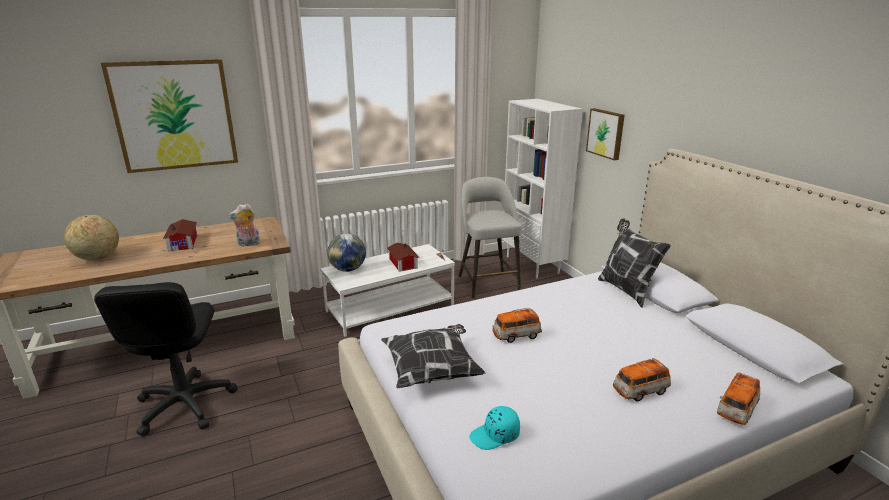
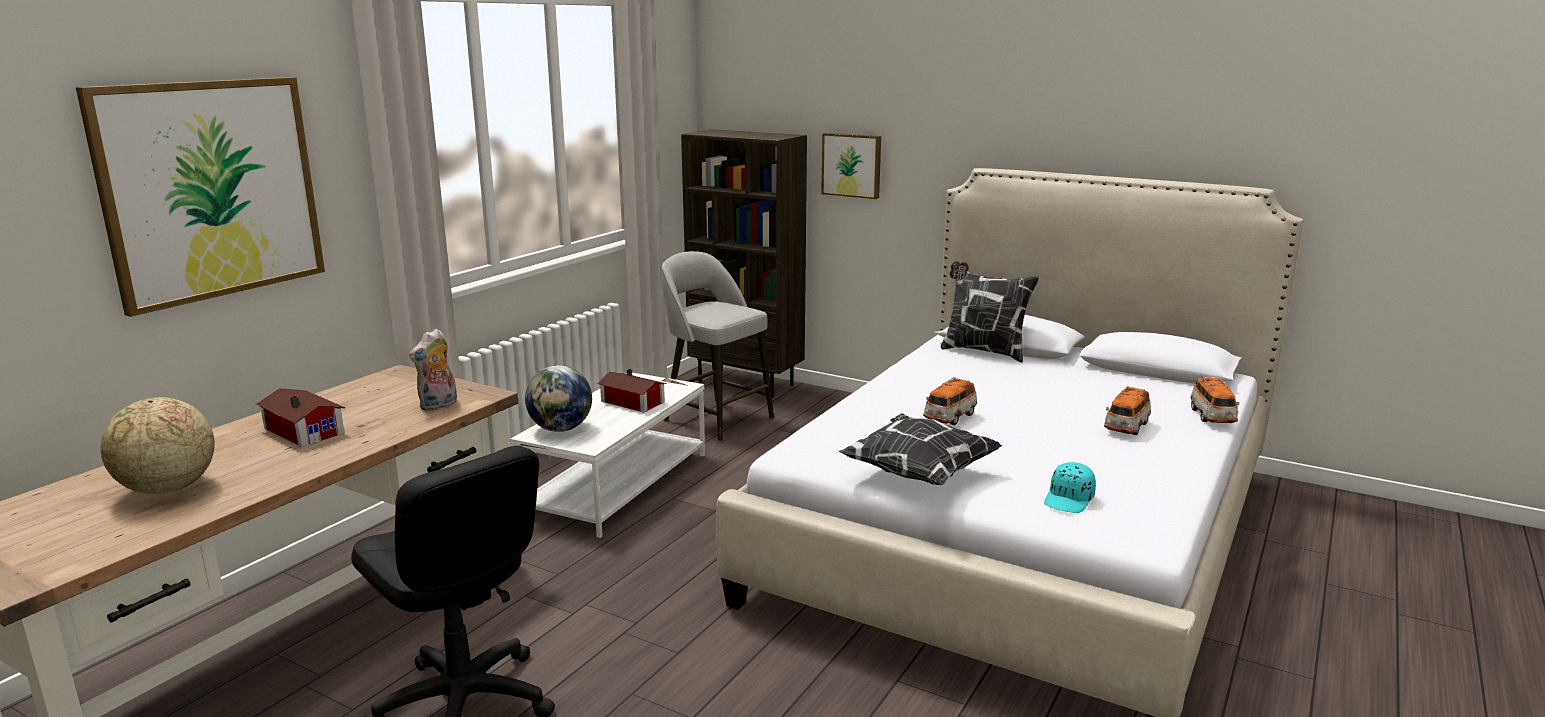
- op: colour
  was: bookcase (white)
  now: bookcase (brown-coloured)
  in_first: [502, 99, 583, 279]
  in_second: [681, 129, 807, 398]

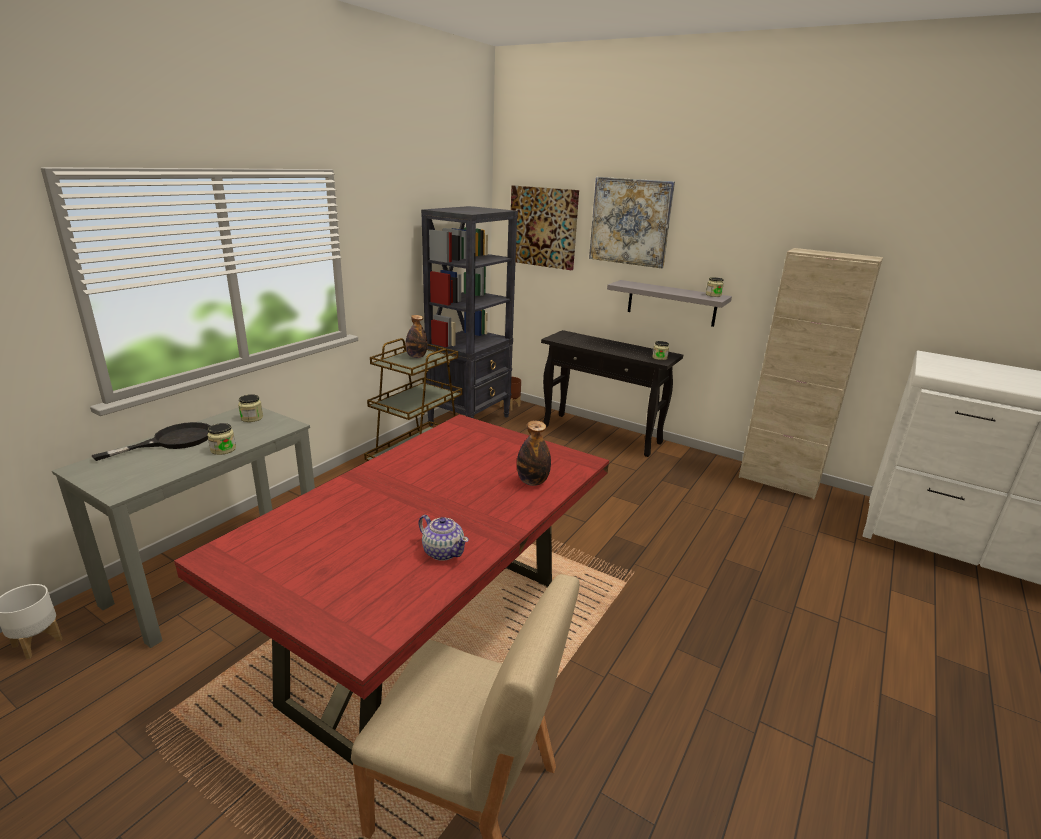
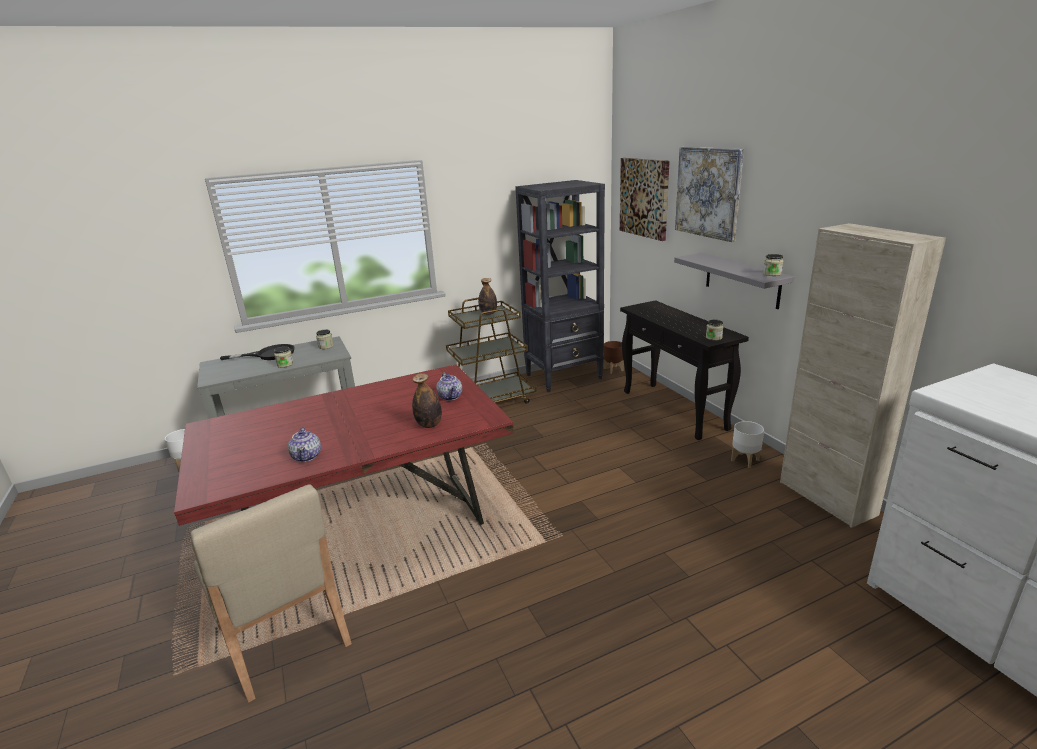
- op: appeared
  now: pot for tea
  in_second: [436, 373, 462, 401]
- op: appeared
  now: flower pot (white)
  in_second: [731, 421, 764, 468]

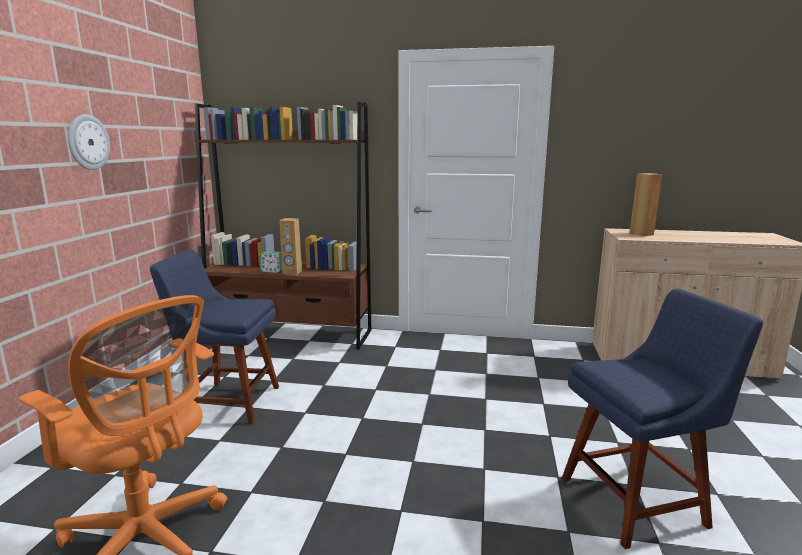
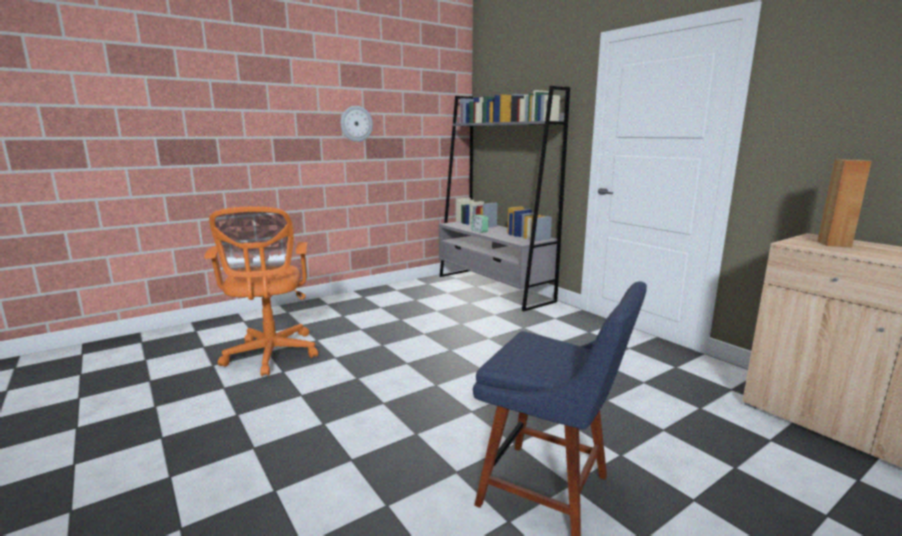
- op: colour
  was: bookcase (brown-coloured)
  now: bookcase (greyish)
  in_first: [195, 102, 371, 350]
  in_second: [439, 86, 570, 312]
- op: missing
  was: upright chair (bluish)
  in_first: [150, 249, 279, 424]
- op: missing
  was: speaker (brown-coloured)
  in_first: [279, 218, 302, 275]

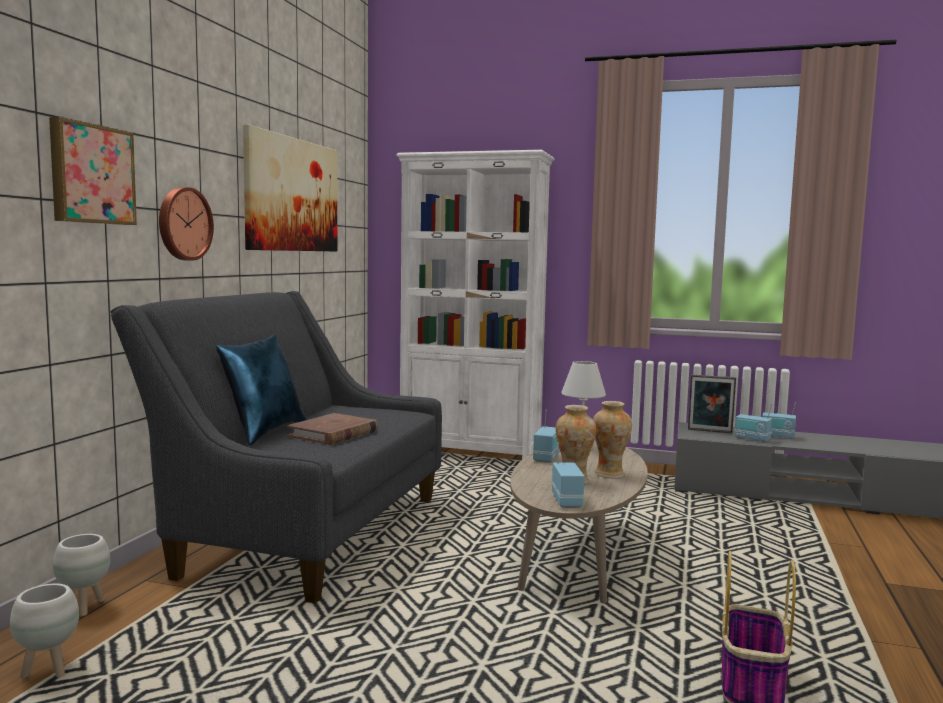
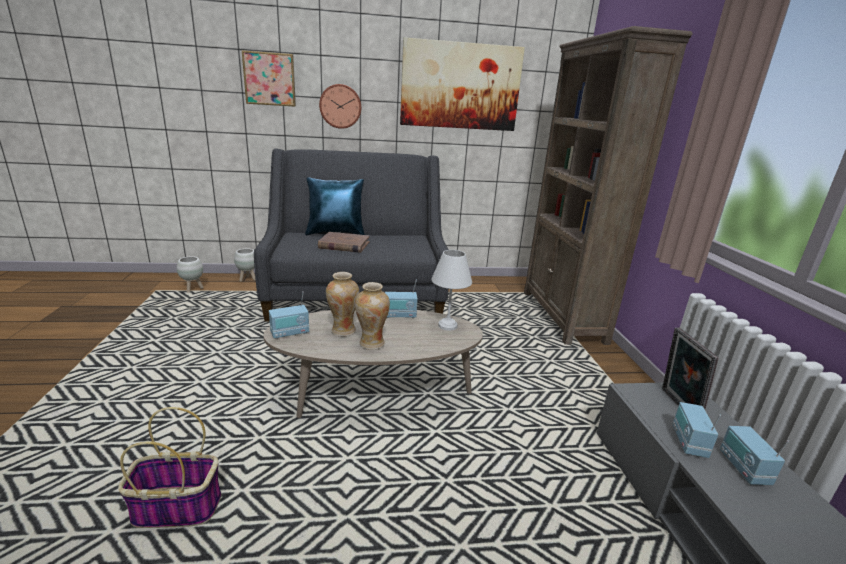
- op: colour
  was: bookcase (white)
  now: bookcase (brown-coloured)
  in_first: [396, 150, 554, 459]
  in_second: [524, 26, 693, 345]

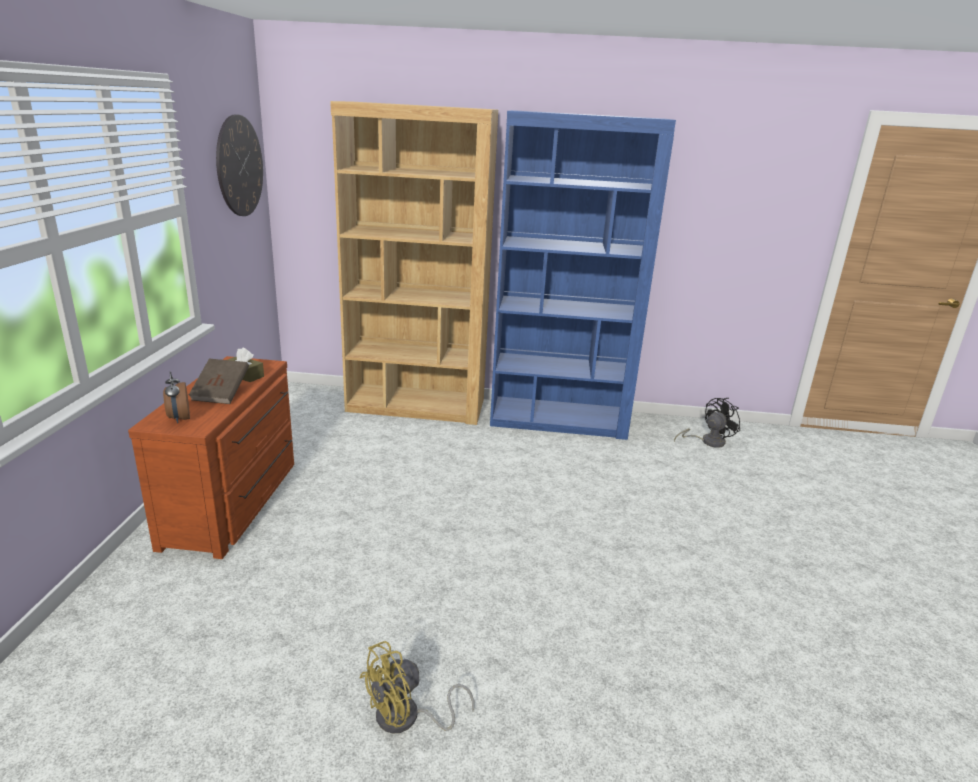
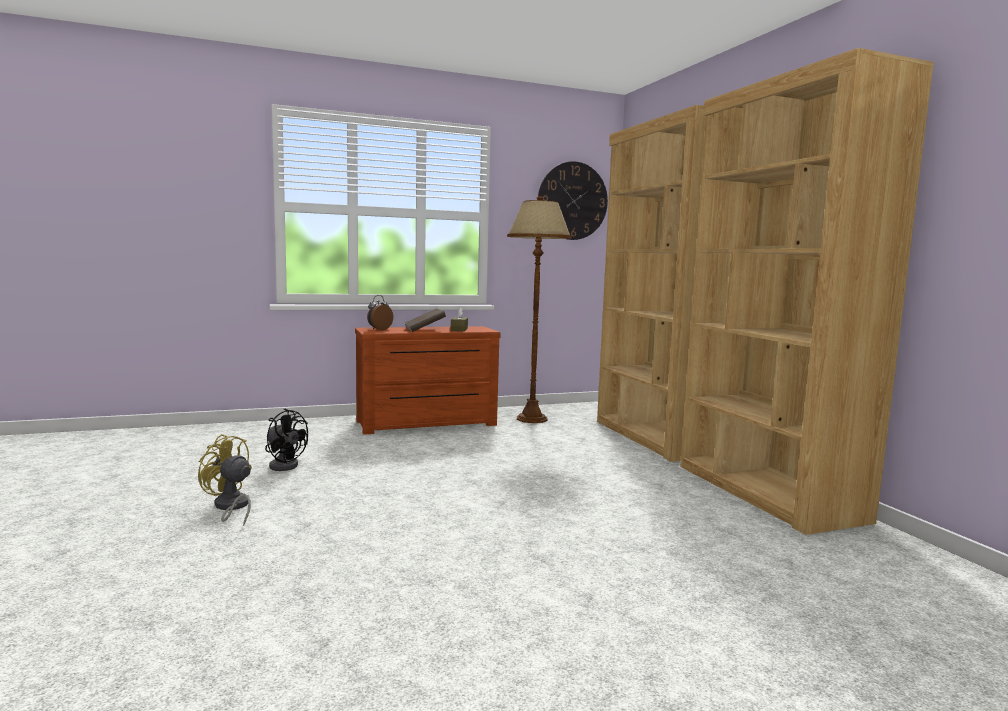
- op: relocated
  was: electric fan (black-coloured)
  in_first: [674, 398, 741, 448]
  in_second: [265, 408, 308, 471]
- op: appeared
  now: standing lamp (brown-coloured)
  in_second: [507, 196, 572, 423]
- op: colour
  was: bookcase (bluish)
  now: bookcase (brown-coloured)
  in_first: [490, 110, 676, 440]
  in_second: [680, 48, 934, 535]

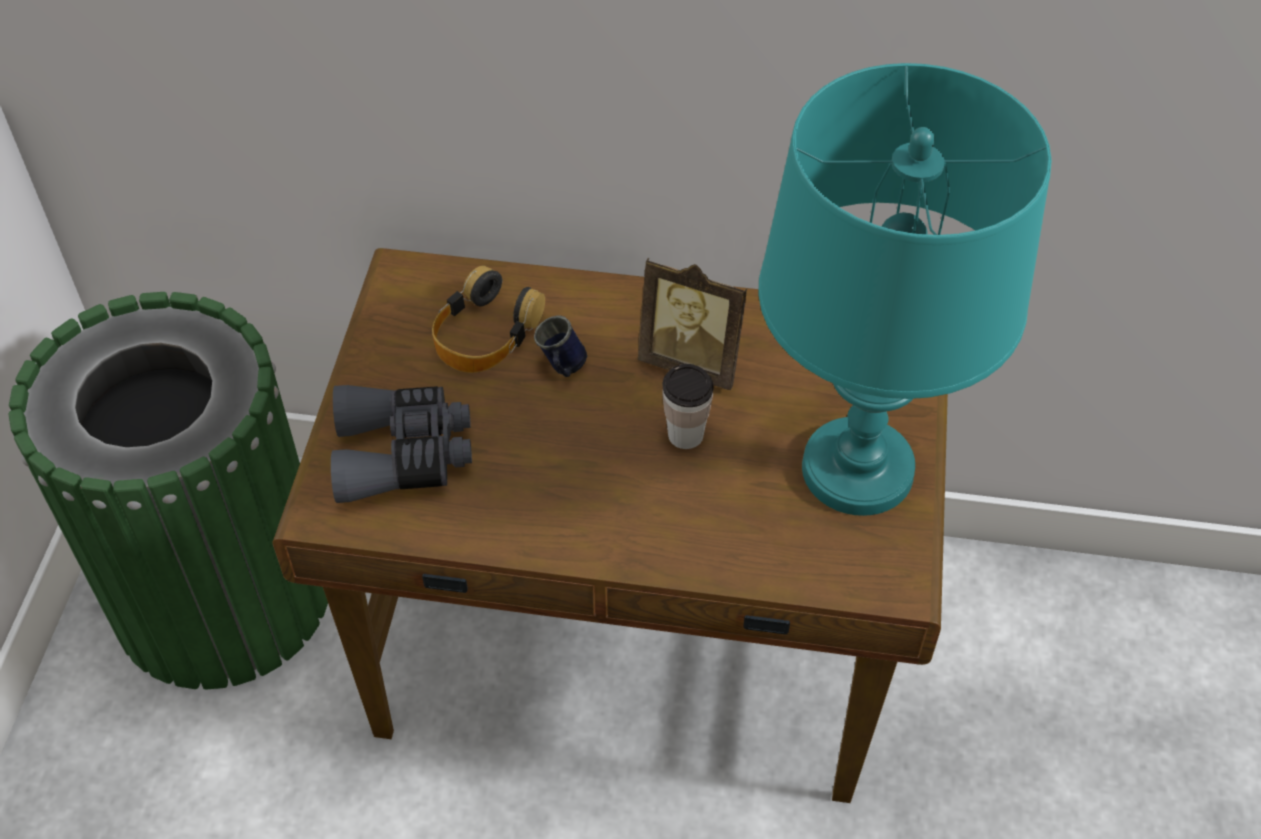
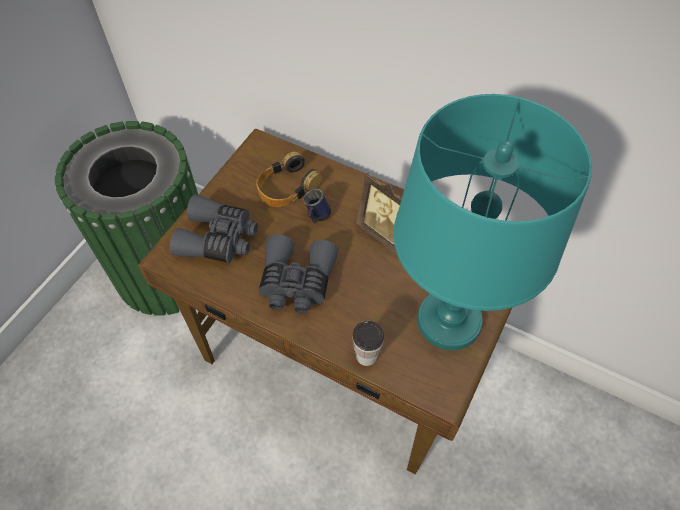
- op: appeared
  now: pair of binoculars (greyish)
  in_second: [259, 234, 338, 314]
- op: relocated
  was: drinking cup
  in_first: [662, 364, 714, 449]
  in_second: [353, 321, 384, 366]

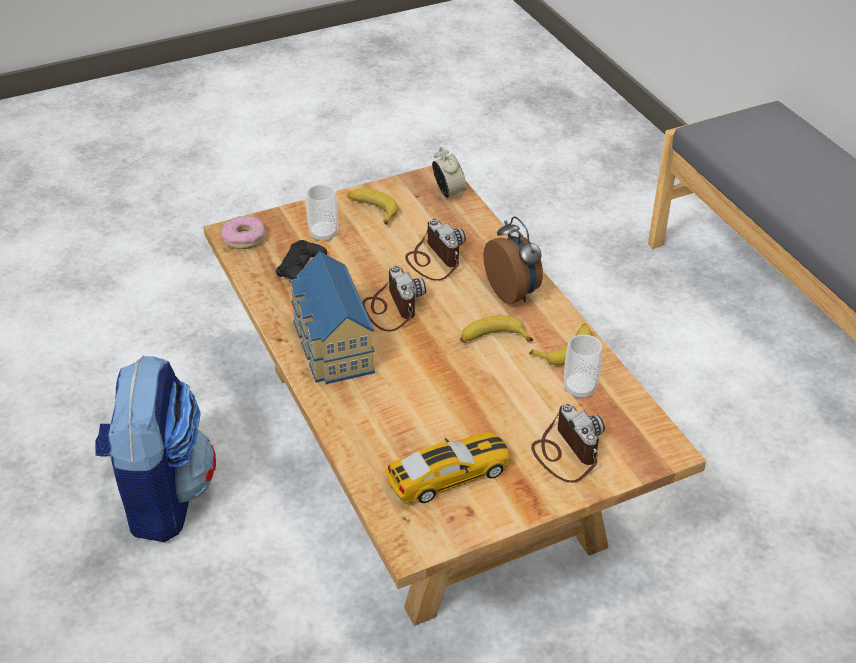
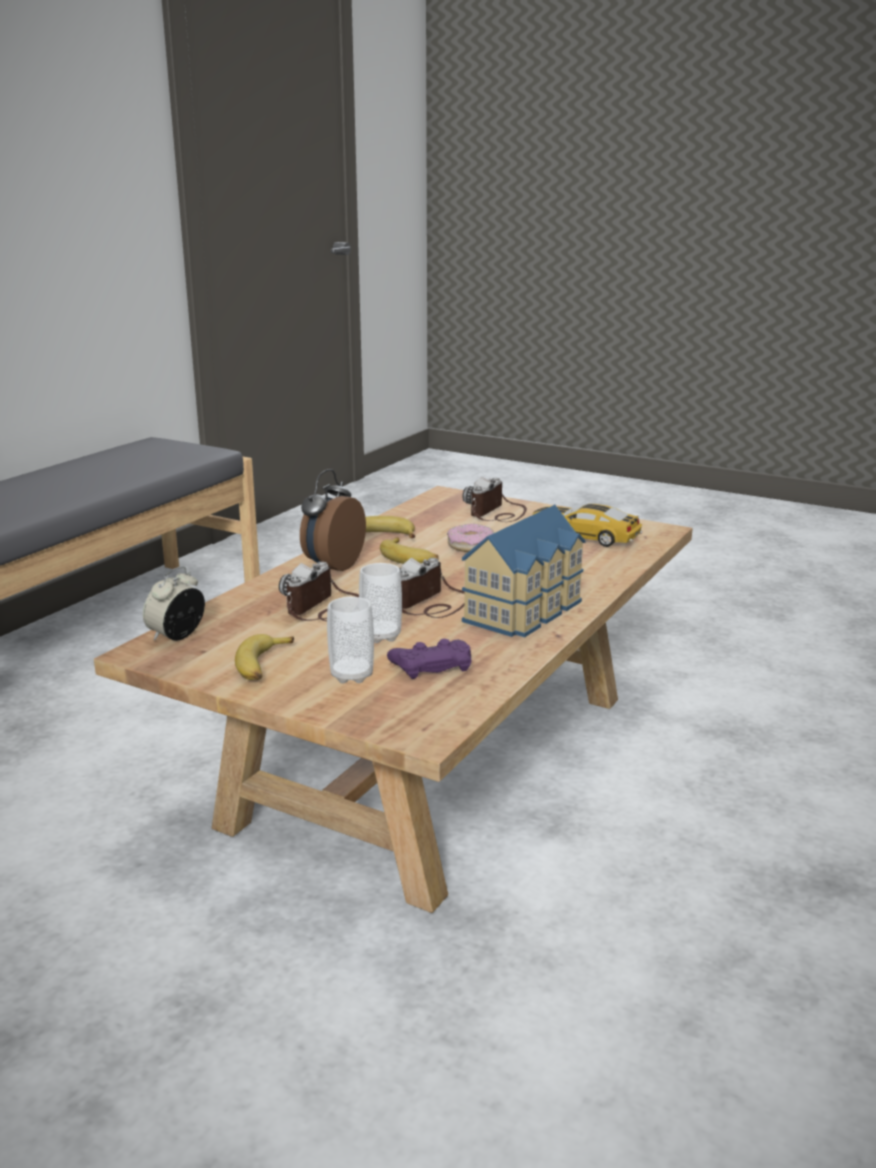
- op: relocated
  was: drinking cup
  in_first: [564, 334, 602, 399]
  in_second: [359, 563, 402, 643]
- op: colour
  was: gamepad (black-coloured)
  now: gamepad (purple)
  in_first: [276, 240, 327, 280]
  in_second: [387, 639, 472, 679]
- op: relocated
  was: ring doughnut
  in_first: [221, 216, 265, 249]
  in_second: [447, 524, 494, 552]
- op: missing
  was: rucksack
  in_first: [95, 356, 216, 542]

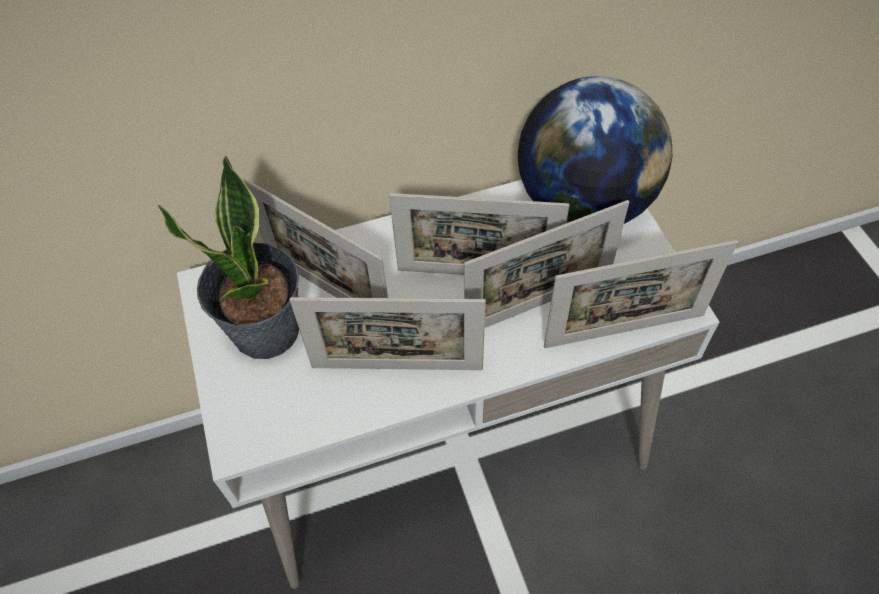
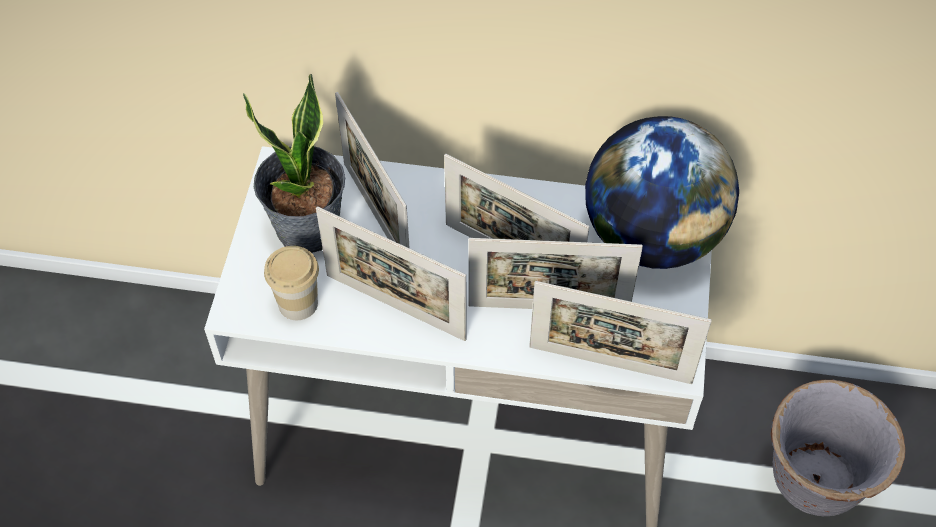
- op: appeared
  now: drinking cup
  in_second: [264, 246, 319, 320]
- op: appeared
  now: flower pot (greyish)
  in_second: [771, 380, 905, 516]

